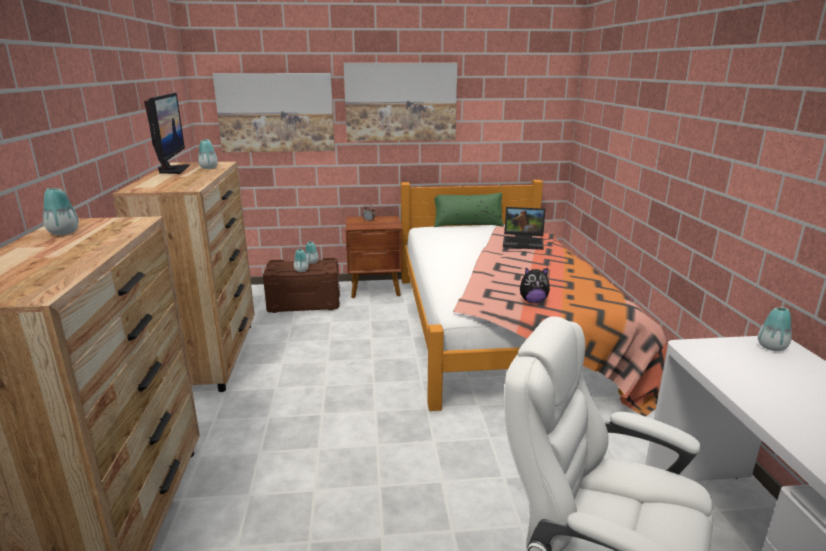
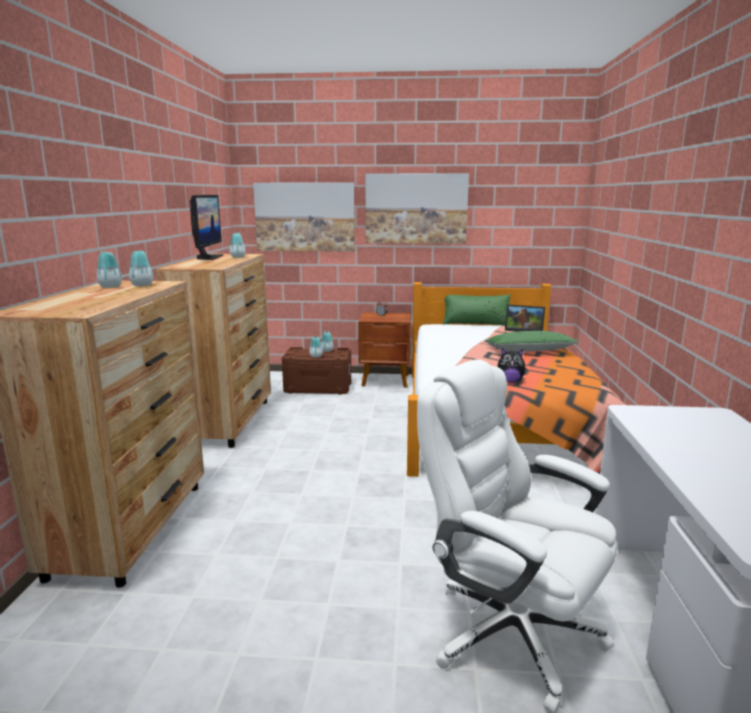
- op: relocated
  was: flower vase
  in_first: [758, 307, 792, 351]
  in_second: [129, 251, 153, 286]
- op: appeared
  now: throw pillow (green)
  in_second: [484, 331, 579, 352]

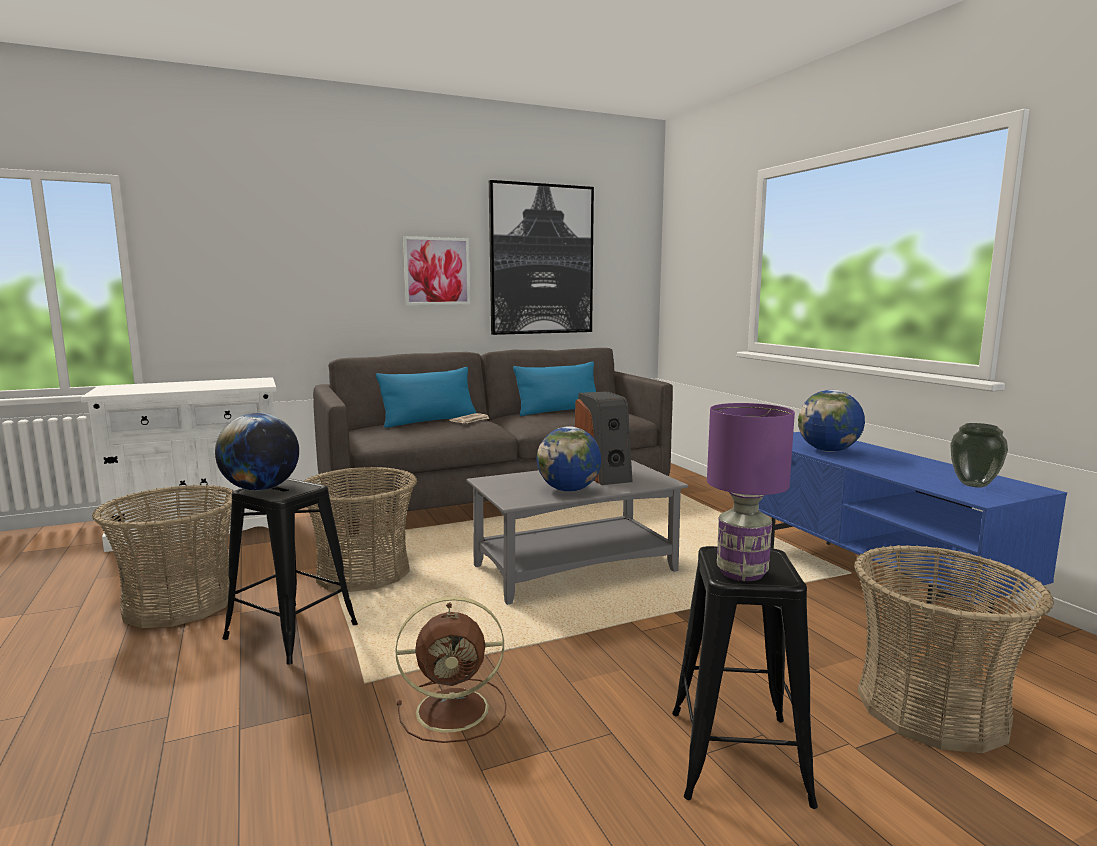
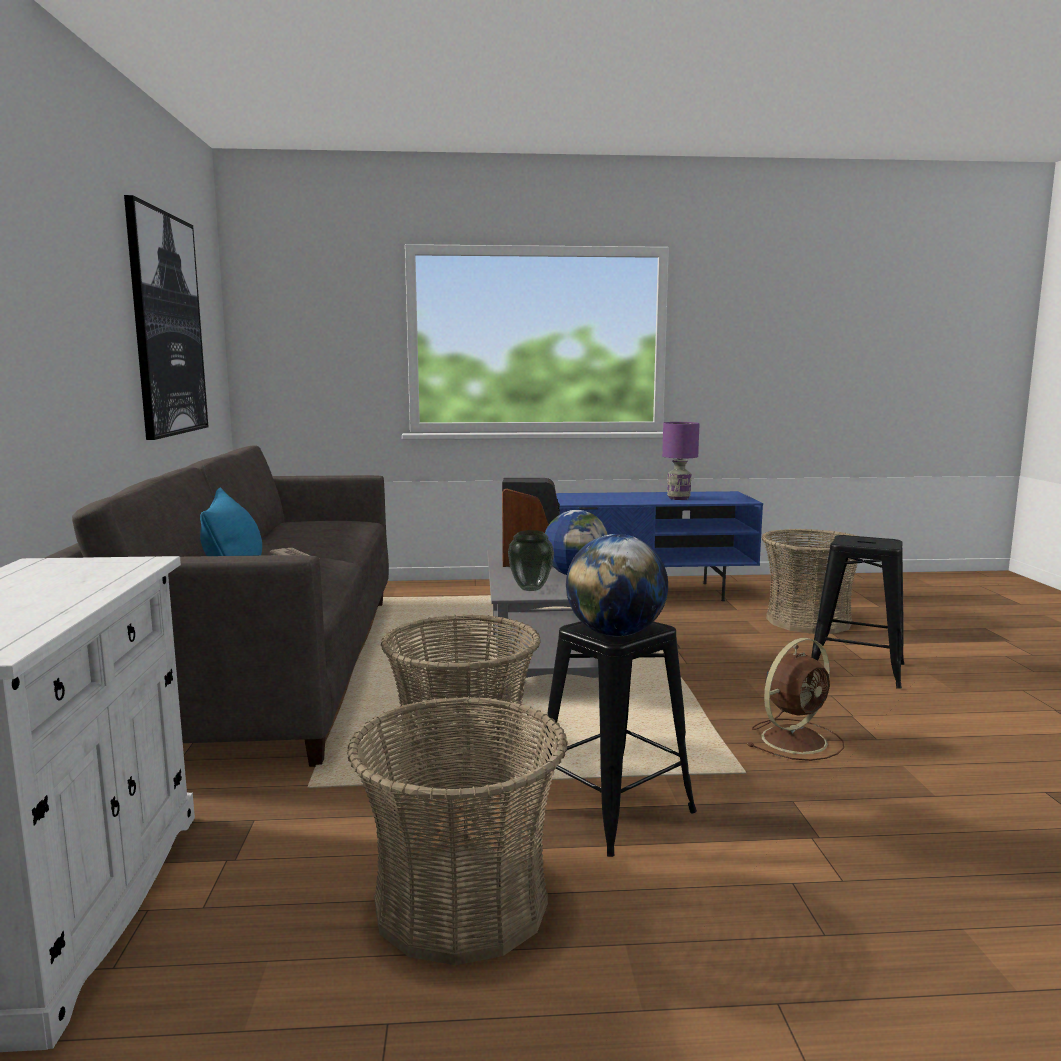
- op: relocated
  was: flower vase
  in_first: [950, 423, 1008, 488]
  in_second: [508, 530, 554, 591]
- op: relocated
  was: lamp for a table (purple)
  in_first: [707, 403, 795, 581]
  in_second: [662, 422, 700, 500]
- op: spun
  was: electric fan (brown-coloured)
  in_first: [395, 596, 507, 743]
  in_second: [748, 638, 844, 761]
  clockwise: 45
- op: missing
  was: wall art
  in_first: [403, 236, 470, 305]
- op: missing
  was: throw pillow (bluish)
  in_first: [513, 362, 596, 416]
- op: missing
  was: globe
  in_first: [798, 390, 865, 452]

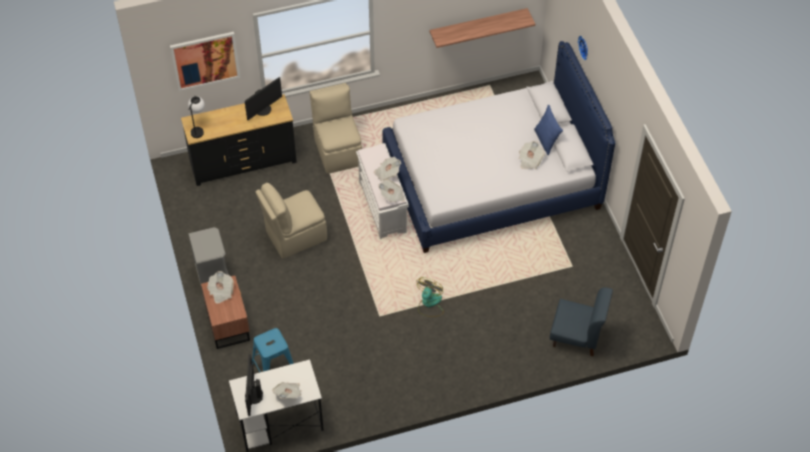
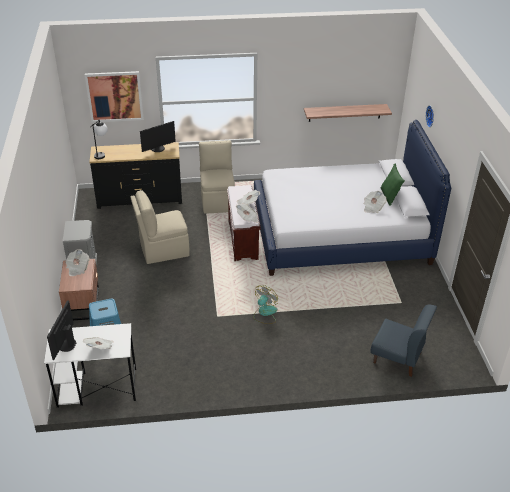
- op: colour
  was: long seat (white)
  now: long seat (brown-coloured)
  in_first: [356, 143, 409, 239]
  in_second: [227, 185, 261, 261]
- op: colour
  was: throw pillow (bluish)
  now: throw pillow (green)
  in_first: [534, 105, 563, 155]
  in_second: [381, 163, 405, 206]

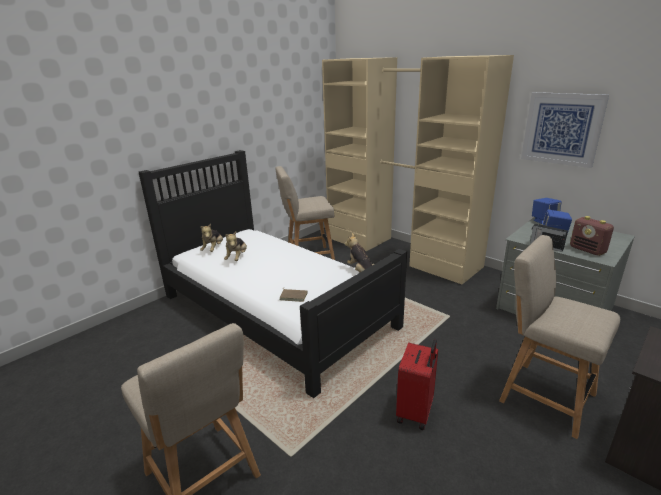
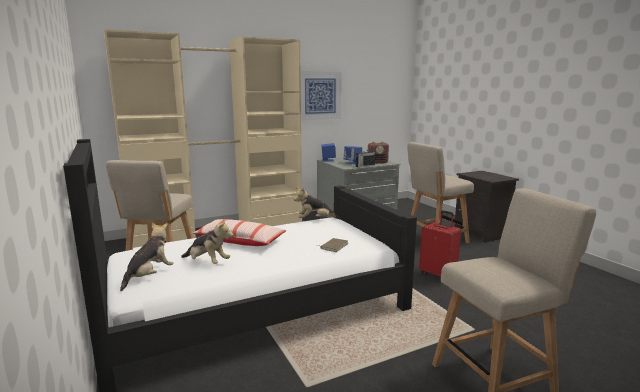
- op: spun
  was: plush toy
  in_first: [200, 224, 223, 252]
  in_second: [120, 223, 173, 292]
  clockwise: -90
- op: appeared
  now: throw pillow
  in_second: [193, 219, 286, 246]

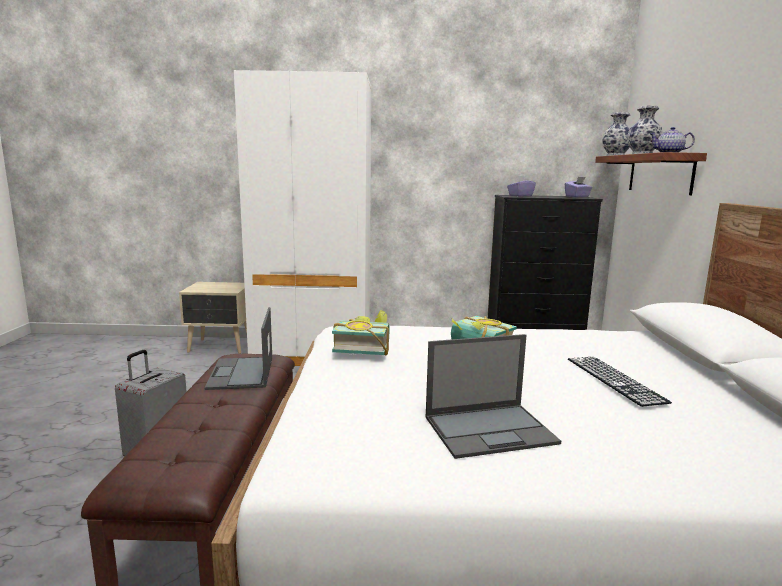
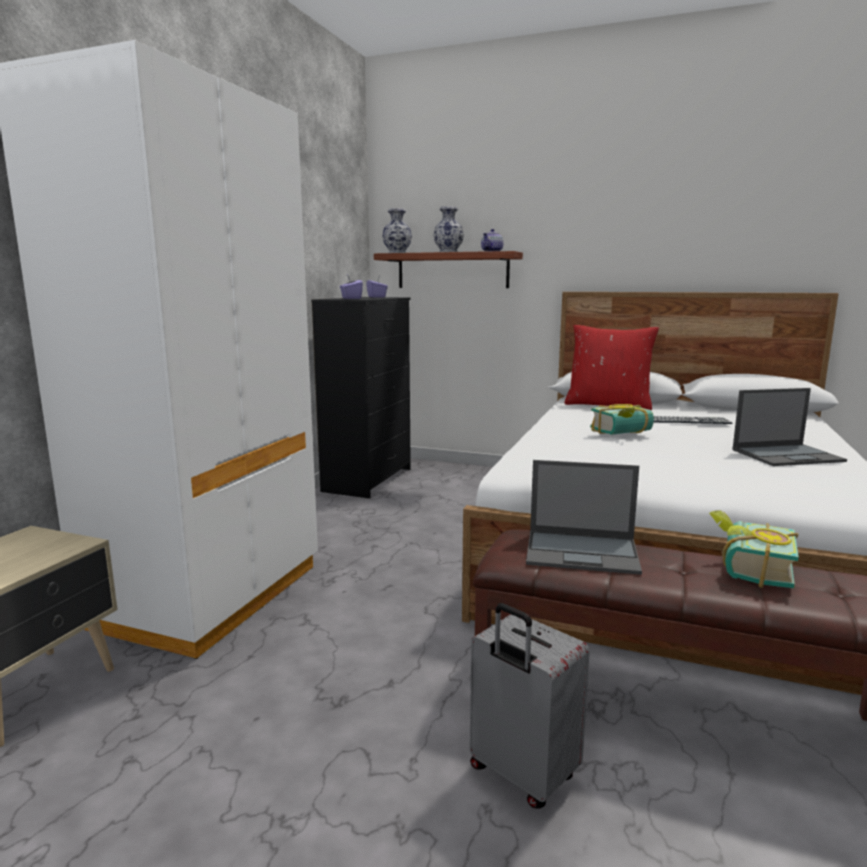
- op: appeared
  now: throw pillow (red)
  in_second: [564, 325, 659, 410]
- op: relocated
  was: bound book
  in_first: [332, 310, 389, 355]
  in_second: [709, 510, 799, 588]
- op: spun
  was: portable computer
  in_first: [425, 334, 561, 459]
  in_second: [732, 388, 847, 466]
  clockwise: 75

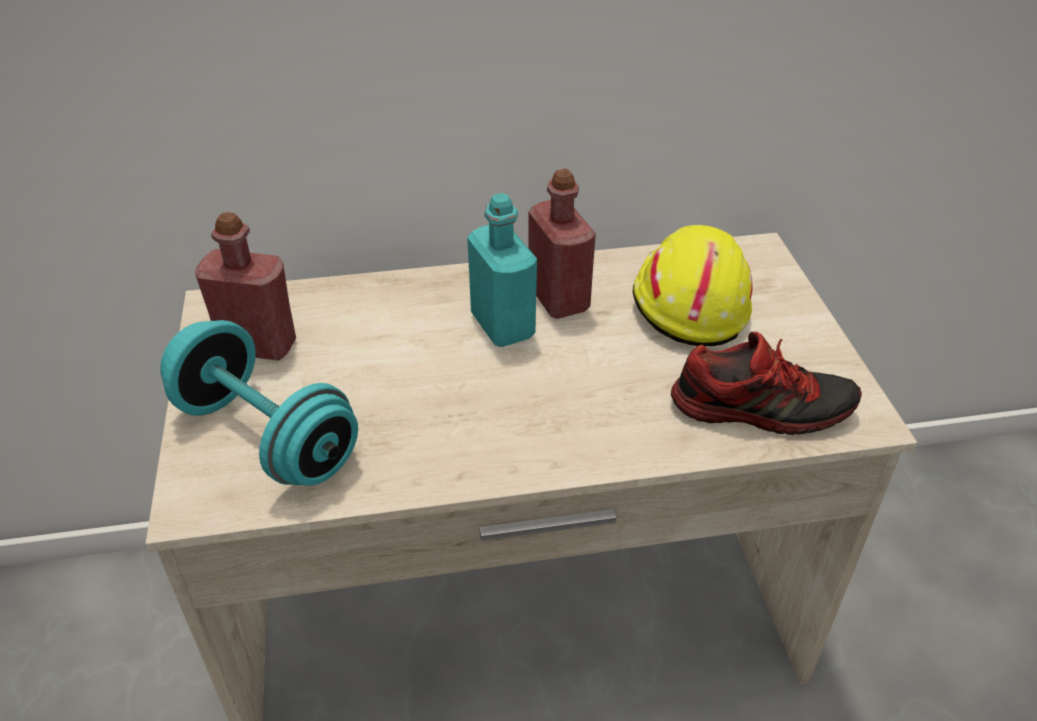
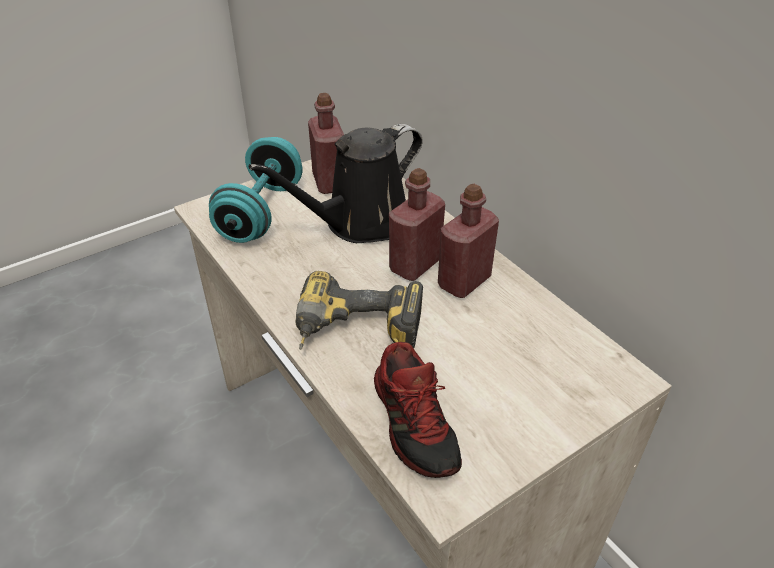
- op: appeared
  now: watering pot (black-coloured)
  in_second: [249, 124, 423, 243]
- op: appeared
  now: drill
  in_second: [295, 271, 423, 350]
- op: colour
  was: bottle (blue-green)
  now: bottle (red)
  in_first: [467, 193, 537, 347]
  in_second: [389, 168, 445, 281]
- op: missing
  was: hard hat (yellow)
  in_first: [632, 225, 753, 347]

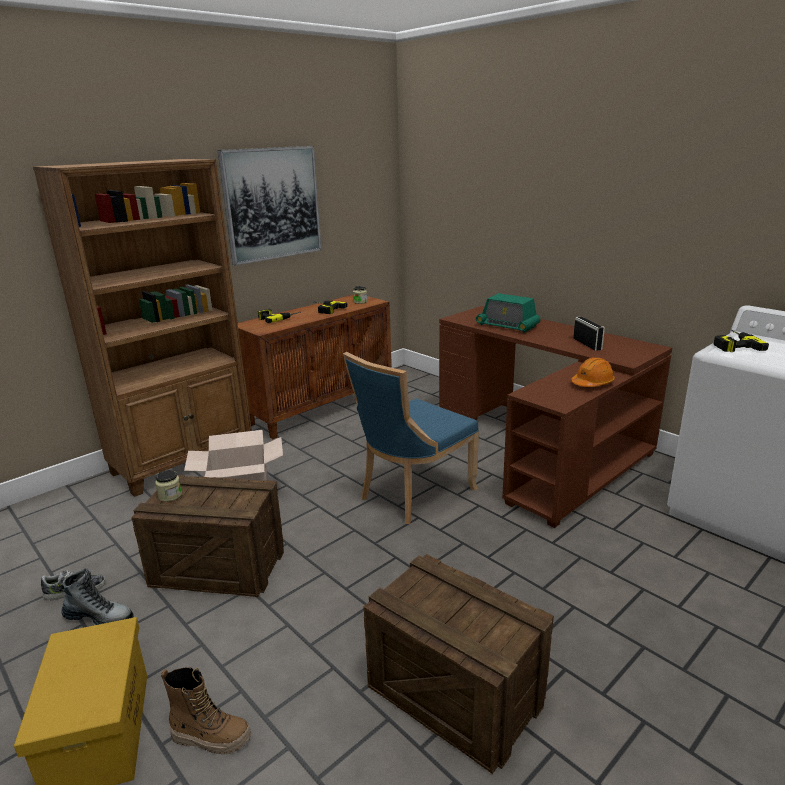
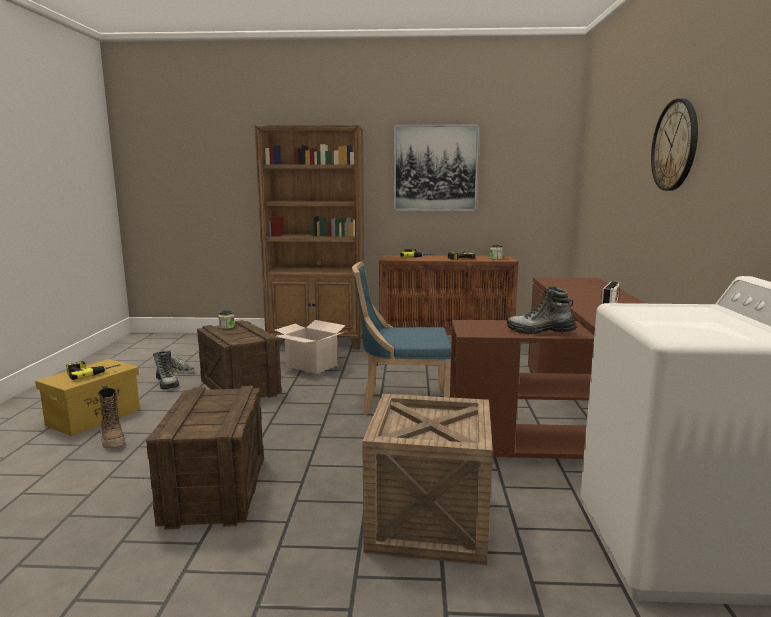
- op: relocated
  was: drill
  in_first: [713, 329, 769, 352]
  in_second: [66, 361, 120, 380]
- op: appeared
  now: packing crate
  in_second: [362, 394, 493, 565]
- op: exchanged
  was: hard hat (orangey)
  now: boot
  in_first: [571, 357, 615, 387]
  in_second: [507, 286, 577, 334]
- op: appeared
  now: wall clock
  in_second: [651, 99, 698, 191]
- op: missing
  was: radio
  in_first: [476, 293, 541, 333]

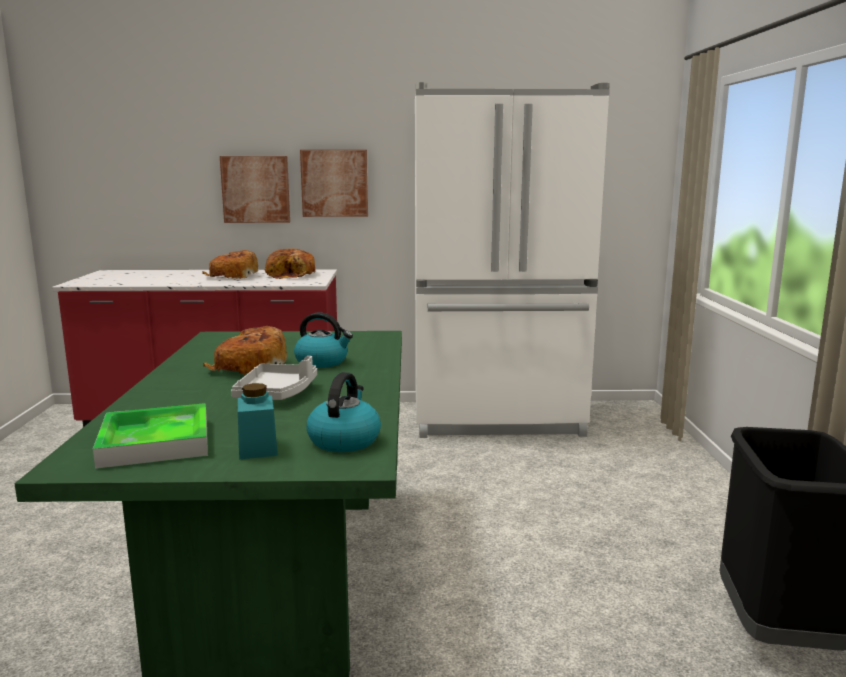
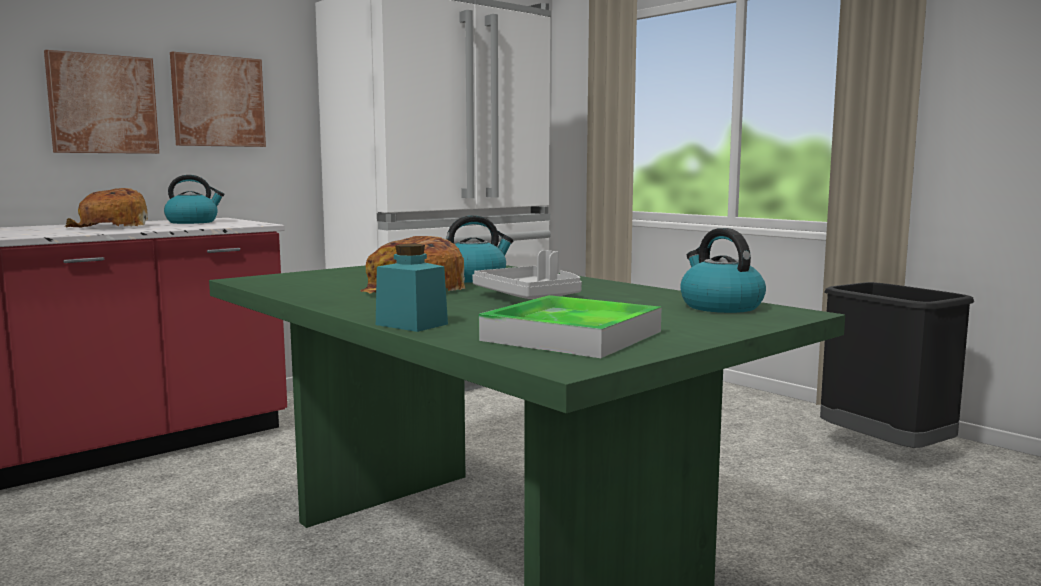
- op: exchanged
  was: bread
  now: kettle
  in_first: [265, 249, 315, 279]
  in_second: [164, 175, 224, 224]
- op: relocated
  was: preserve jar (blue-green)
  in_first: [238, 383, 278, 459]
  in_second: [376, 244, 448, 332]

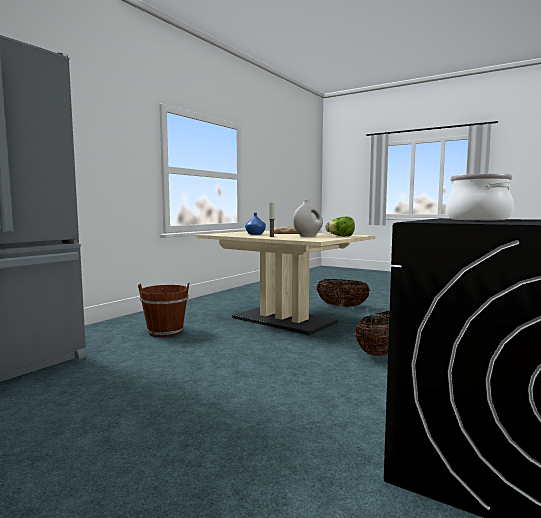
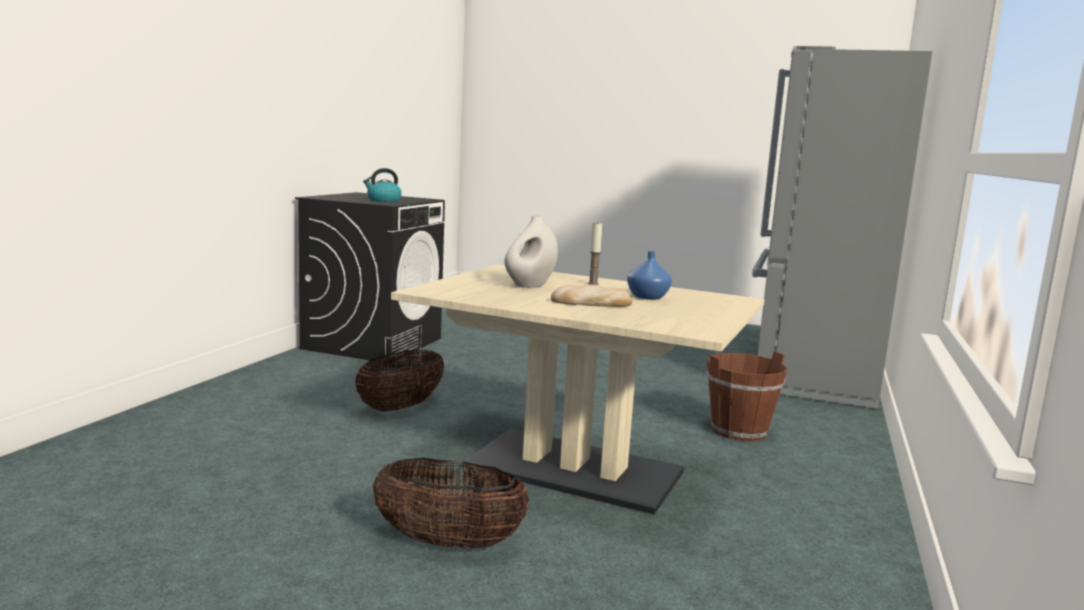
- op: exchanged
  was: stockpot
  now: kettle
  in_first: [446, 174, 514, 220]
  in_second: [363, 168, 402, 202]
- op: missing
  was: lettuce head
  in_first: [326, 217, 355, 236]

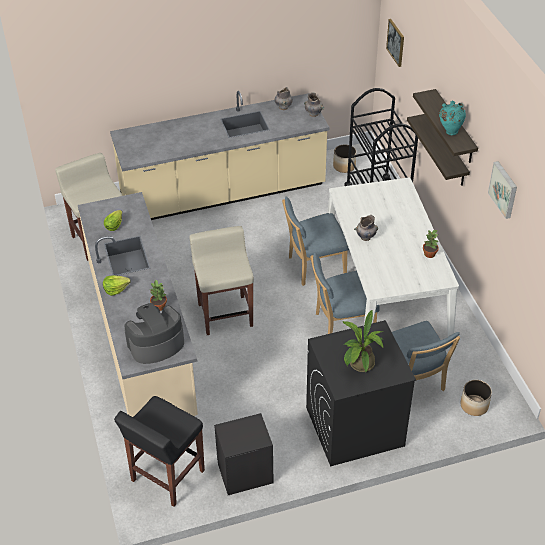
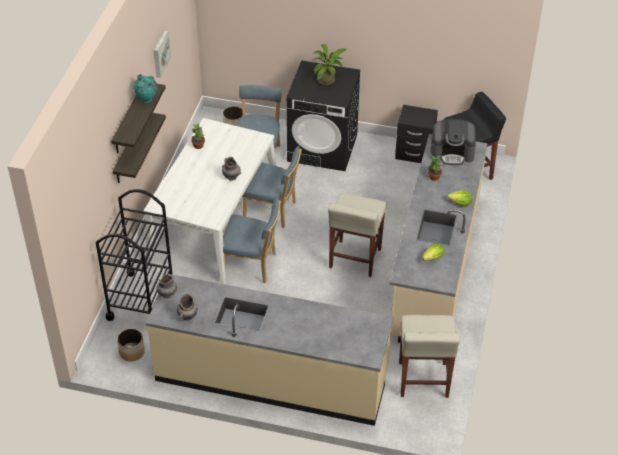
- op: missing
  was: wall art
  in_first: [386, 19, 404, 67]

